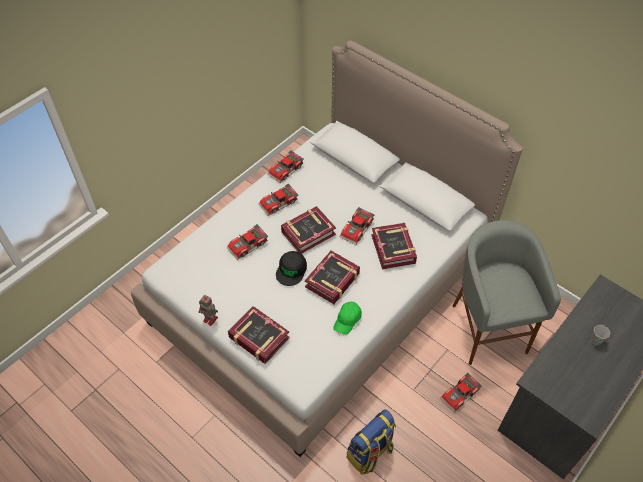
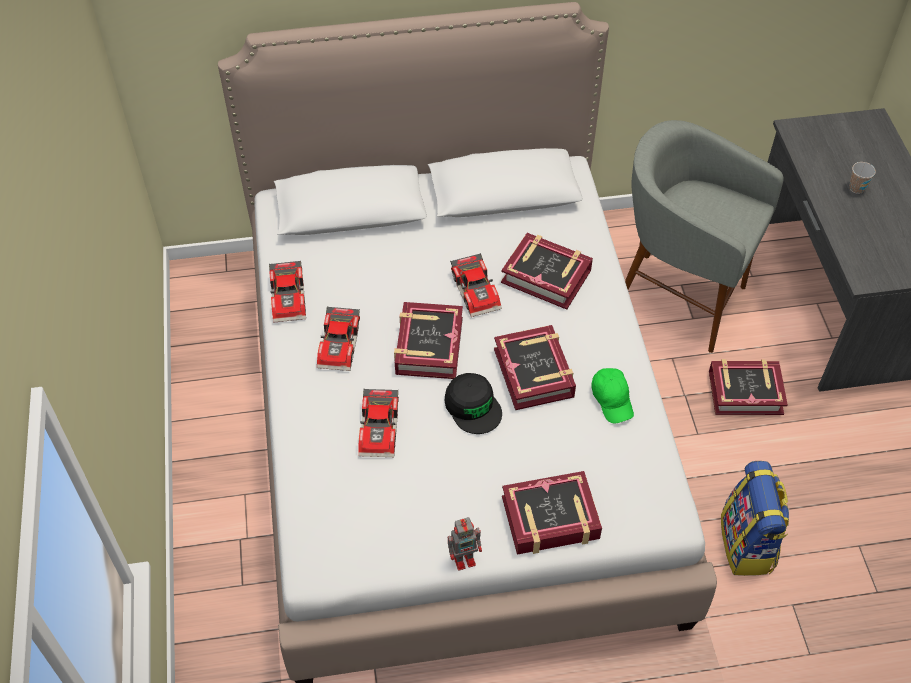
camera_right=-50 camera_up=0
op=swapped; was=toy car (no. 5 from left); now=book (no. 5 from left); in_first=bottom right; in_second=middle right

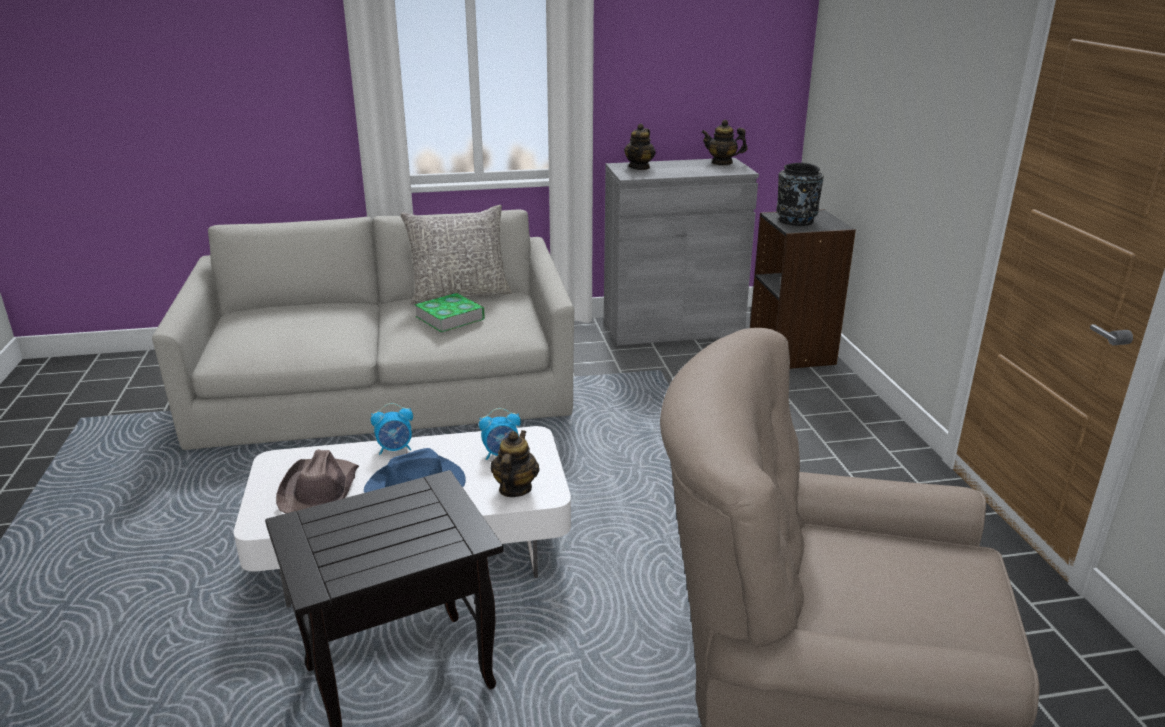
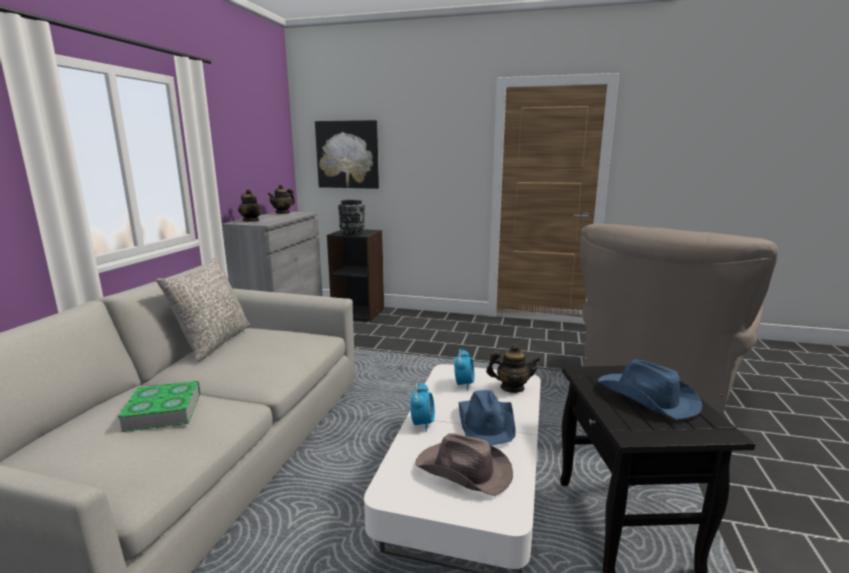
camera_right=-65 camera_up=-10
op=new; now=picture; in_second=top centre
op=new; now=hat/blue (no. 2 from left); in_second=bottom right
op=shifted; was=book; in_first=centre; in_second=bottom left
op=rotated; was=teapot (no. 1 from left in the first image); in_first=centre; in_second=centre; clockwise=150

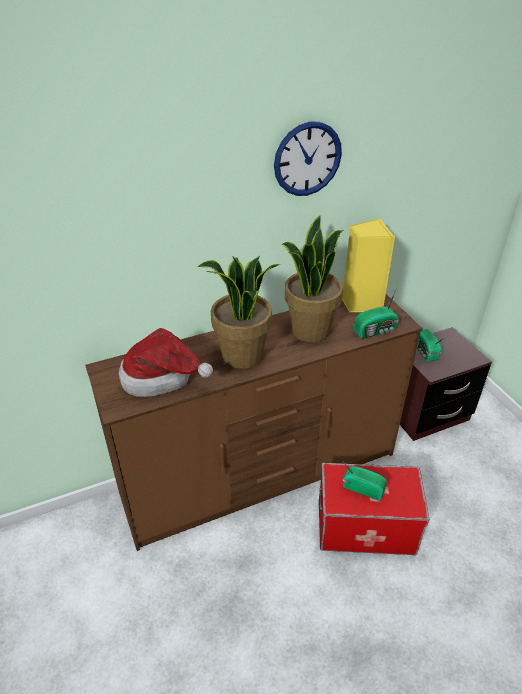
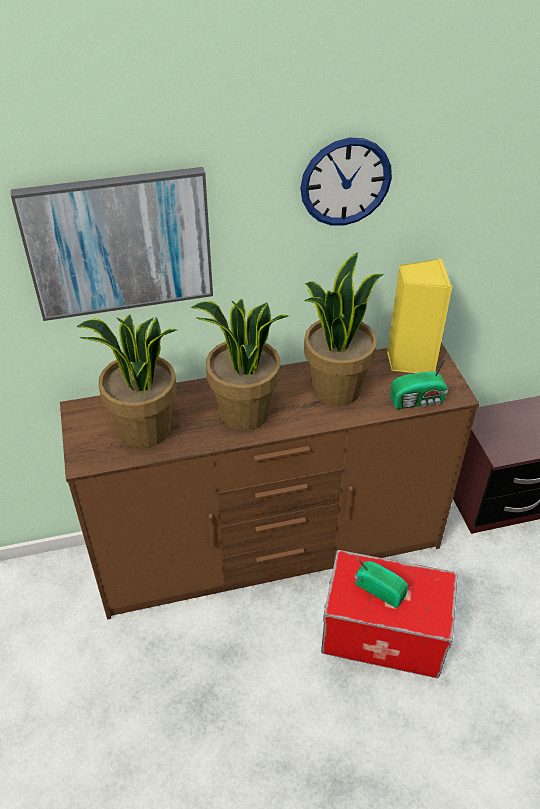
camera_right=10 camera_up=5
op=gone; was=radio (no. 3 from left); in_first=middle right
op=new; now=picture; in_second=top left
op=swapped; was=hat; now=potted plant (no. 1 from left); in_first=middle left; in_second=middle left

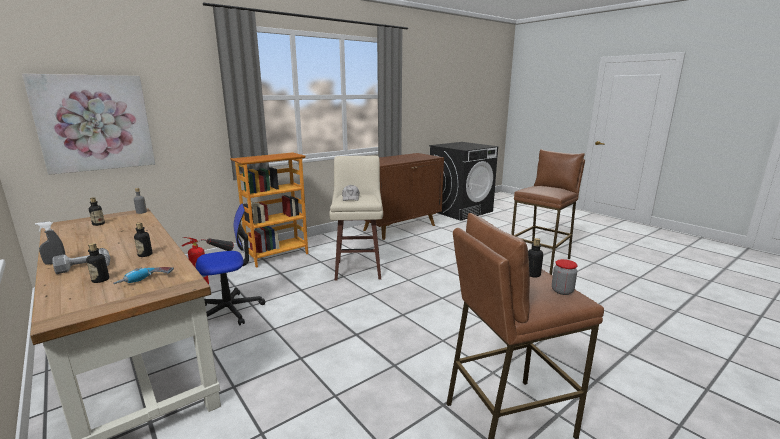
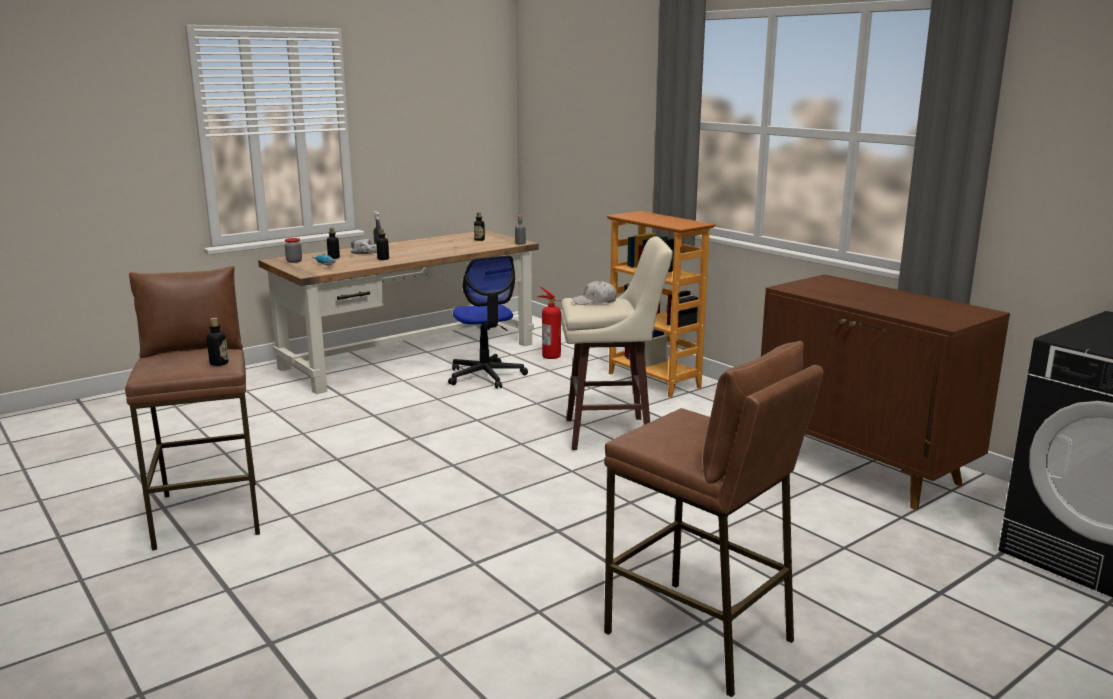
camera_right=90 camera_up=0
op=gone; was=picture; in_first=top left
op=shifted; was=jar; in_first=middle right; in_second=middle left

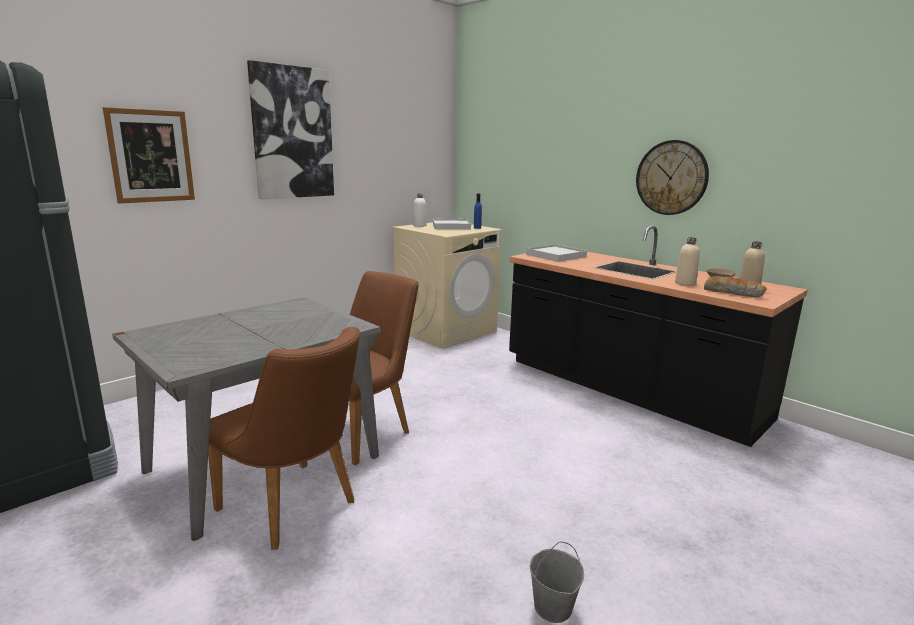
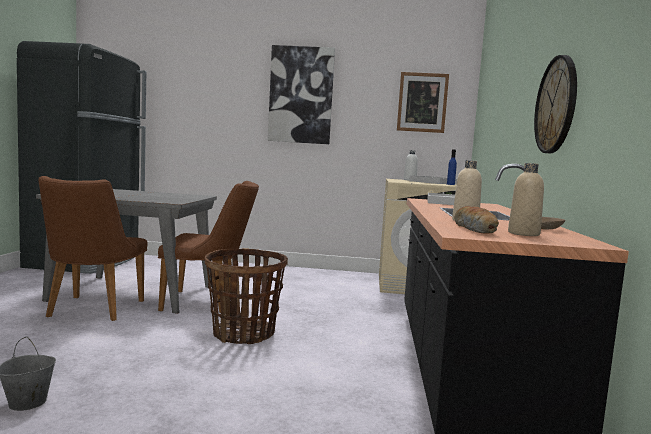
camera_right=50 camera_up=-10
op=new; now=basket; in_second=bottom centre
op=shifted; was=picture (no. 1 from left in the first image); now=picture (no. 2 from left); in_first=top left; in_second=top centre

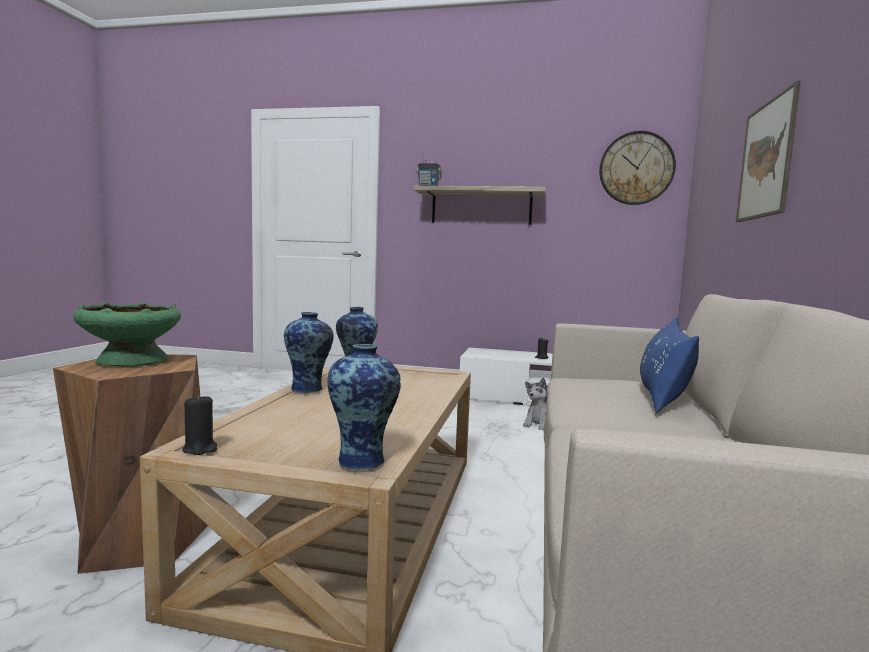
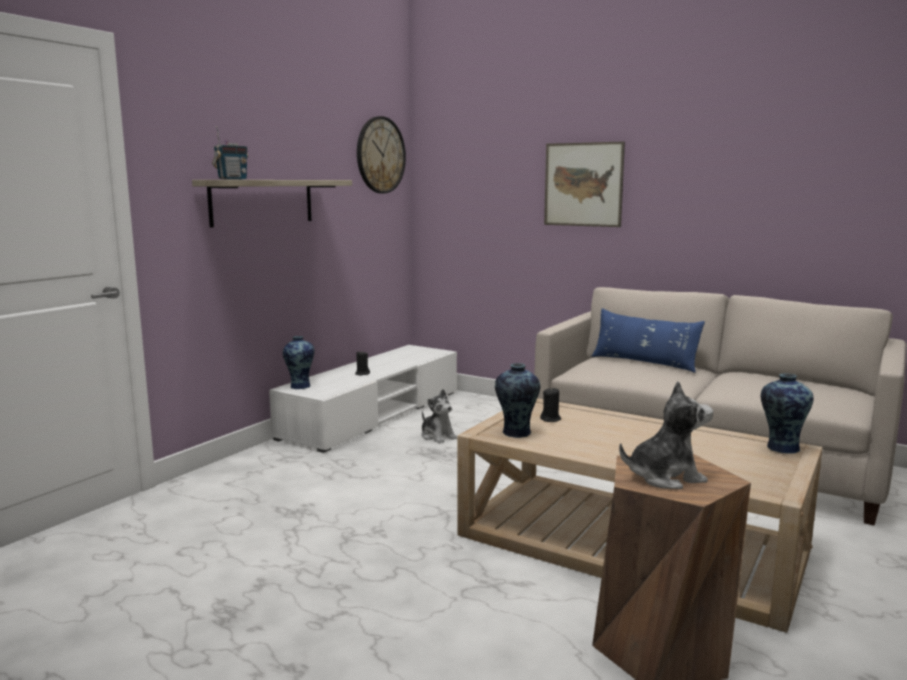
camera_right=-70 camera_up=5
op=shifted; was=candle/black (no. 1 from left in the first image); now=candle/black (no. 2 from left); in_first=middle left; in_second=centre
op=shifted; was=vase (no. 1 from left); in_first=centre; in_second=middle left
op=swapped; was=bowl/green; now=plush toy (no. 2 from left); in_first=middle left; in_second=middle right

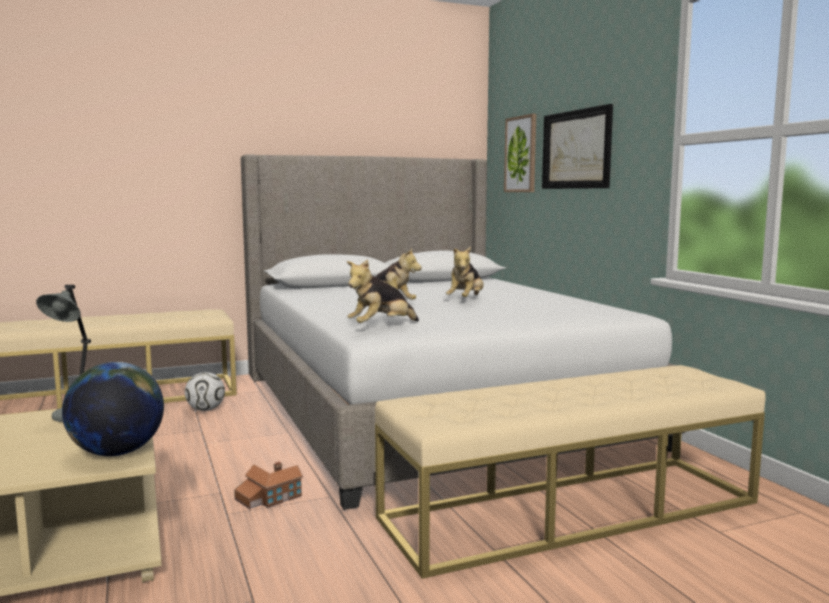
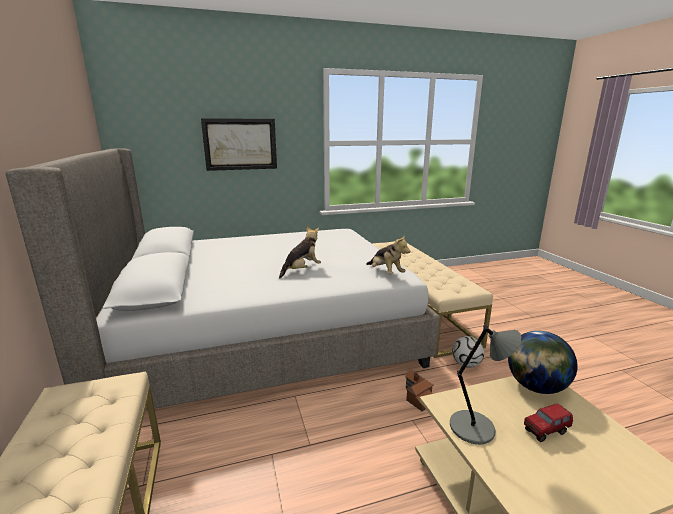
camera_right=-85 camera_up=10
op=gone; was=plush toy (no. 3 from left); in_first=centre
op=gone; was=picture (no. 1 from left); in_first=top centre
op=new; now=toy truck; in_second=bottom right
op=shifted; was=football; in_first=middle left; in_second=bottom right

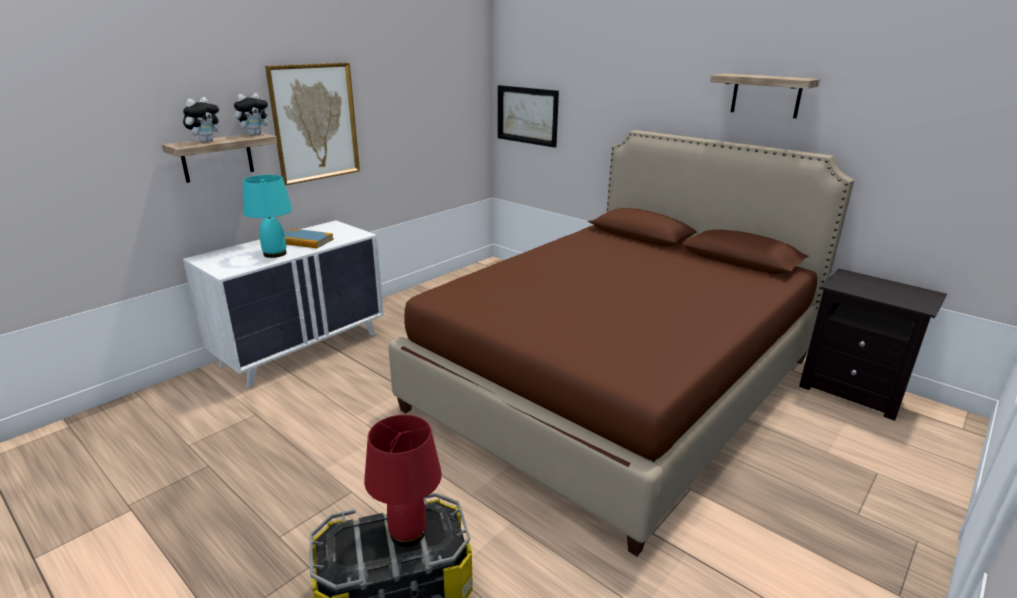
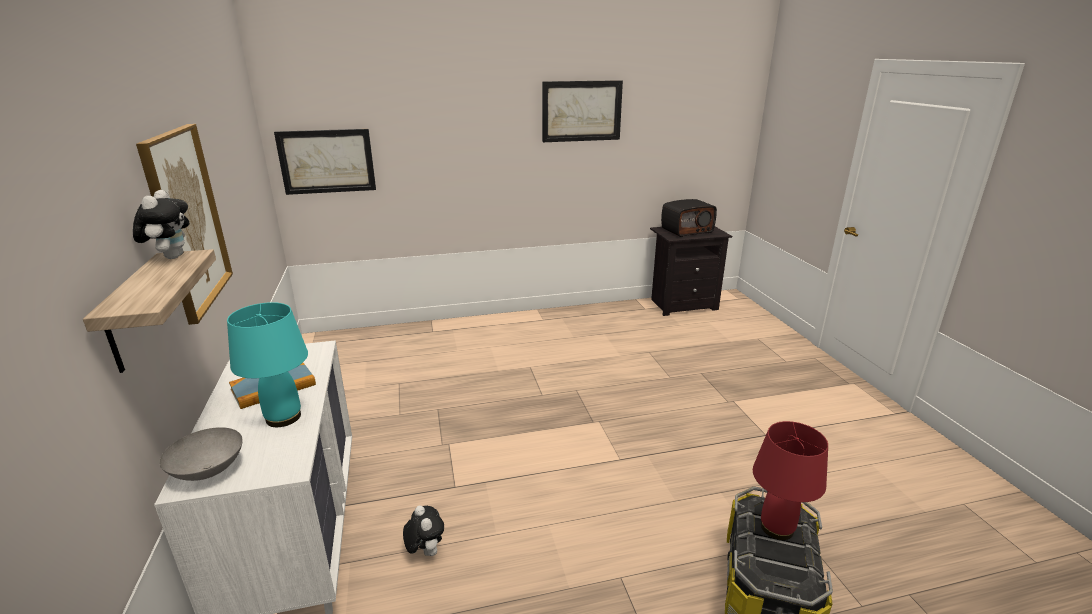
camera_right=-55 camera_up=0
op=gone; was=bed/brown; in_first=centre
op=new; now=bowl/grey; in_second=bottom left
op=new; now=radio; in_second=centre
op=shifted; was=plush toy (no. 1 from left in the first image); now=plush toy (no. 2 from left); in_first=top left; in_second=bottom centre
op=swapped; was=shelf (no. 2 from left); now=picture (no. 3 from left); in_first=top right; in_second=top centre

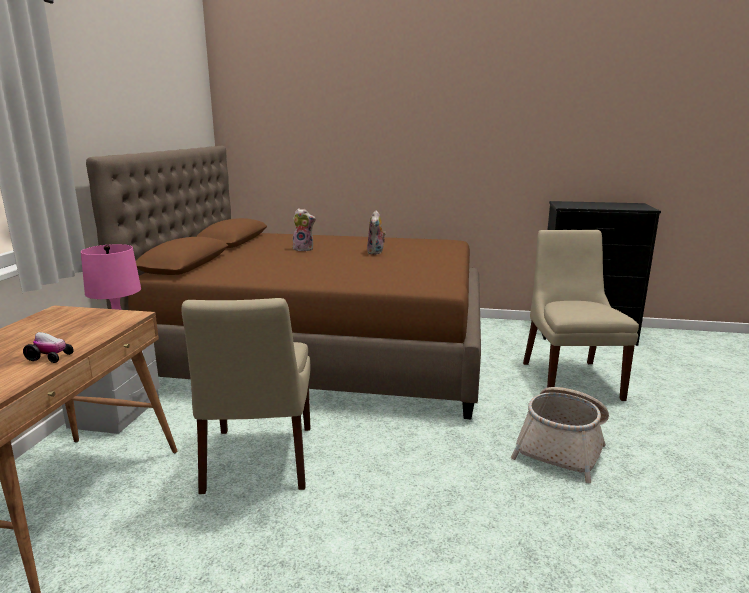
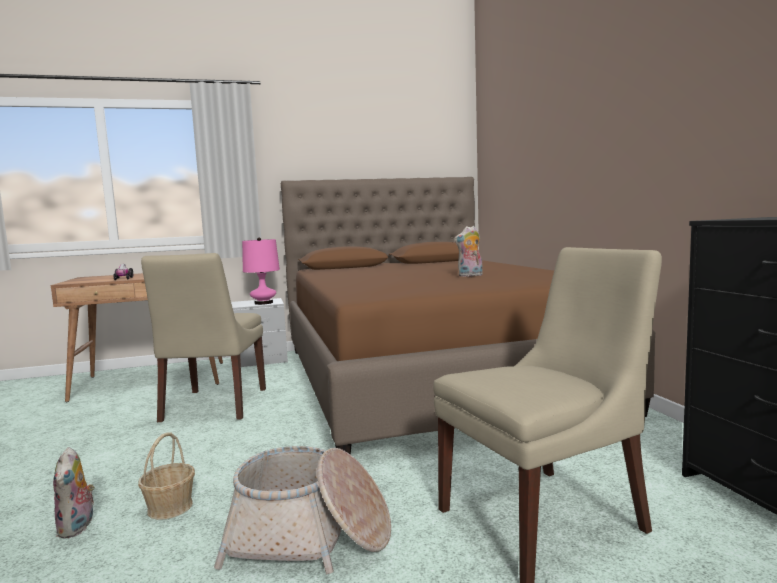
camera_right=65 camera_up=-10
op=new; now=basket (no. 1 from left); in_second=bottom left
op=shifted; was=plush toy (no. 1 from left); in_first=centre; in_second=bottom left
op=rotated; was=chair/beige (no. 1 from left); in_first=bottom left; in_second=middle left; clockwise=-60

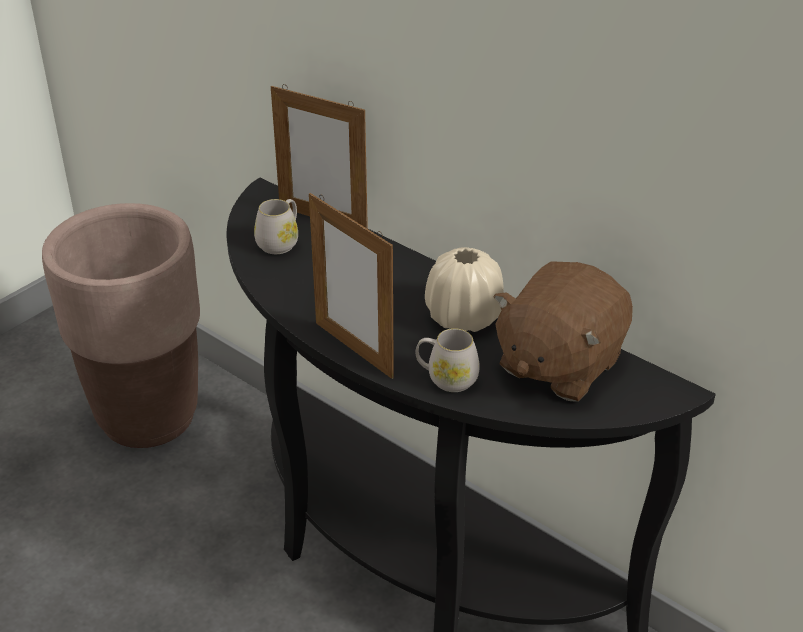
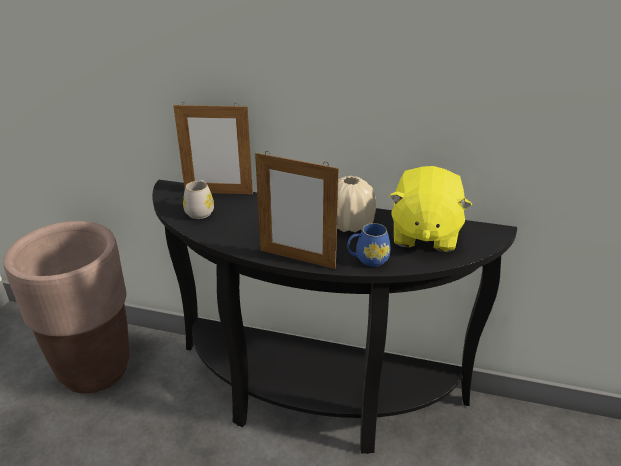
camera_right=-25 camera_up=-5
op=repainted; was=mug/white (no. 2 from left); now=mug/blue; in_first=centre; in_second=centre
op=repainted; was=plush toy/brown; now=plush toy/yellow; in_first=middle right; in_second=middle right

